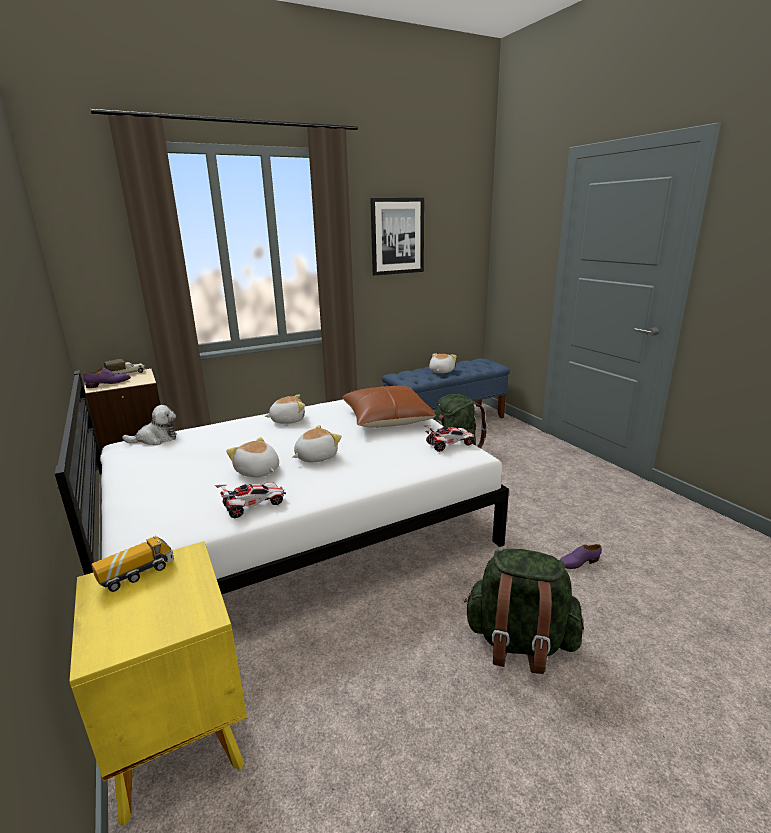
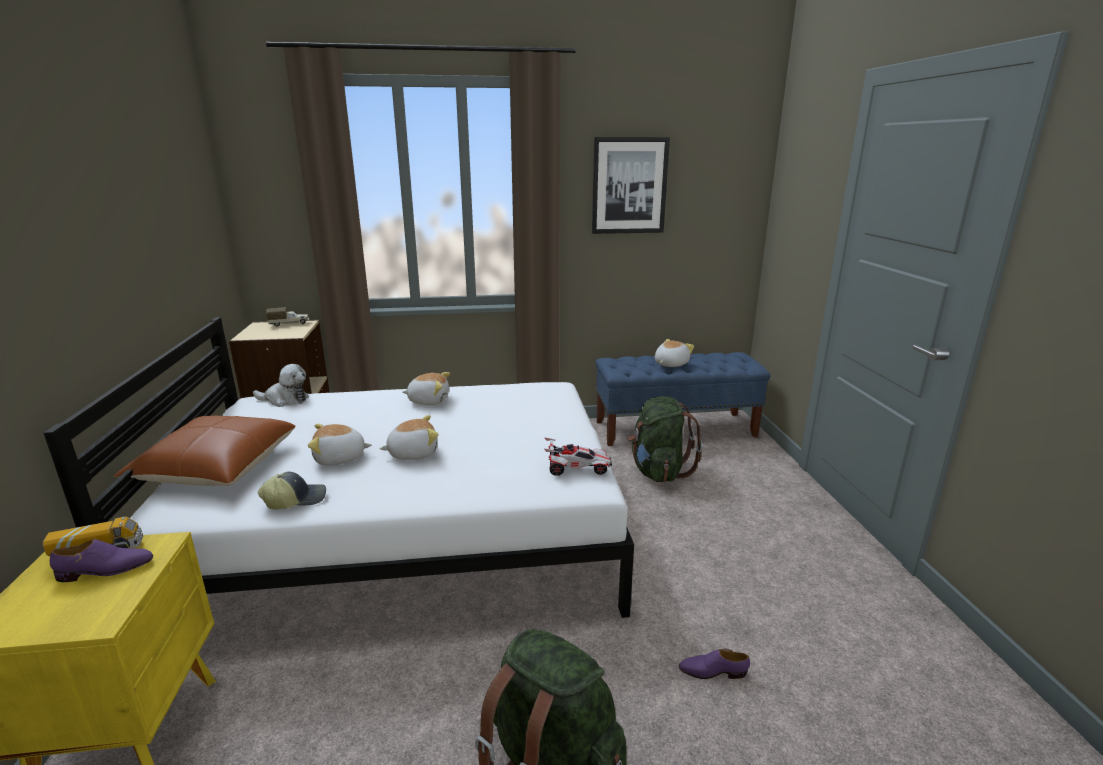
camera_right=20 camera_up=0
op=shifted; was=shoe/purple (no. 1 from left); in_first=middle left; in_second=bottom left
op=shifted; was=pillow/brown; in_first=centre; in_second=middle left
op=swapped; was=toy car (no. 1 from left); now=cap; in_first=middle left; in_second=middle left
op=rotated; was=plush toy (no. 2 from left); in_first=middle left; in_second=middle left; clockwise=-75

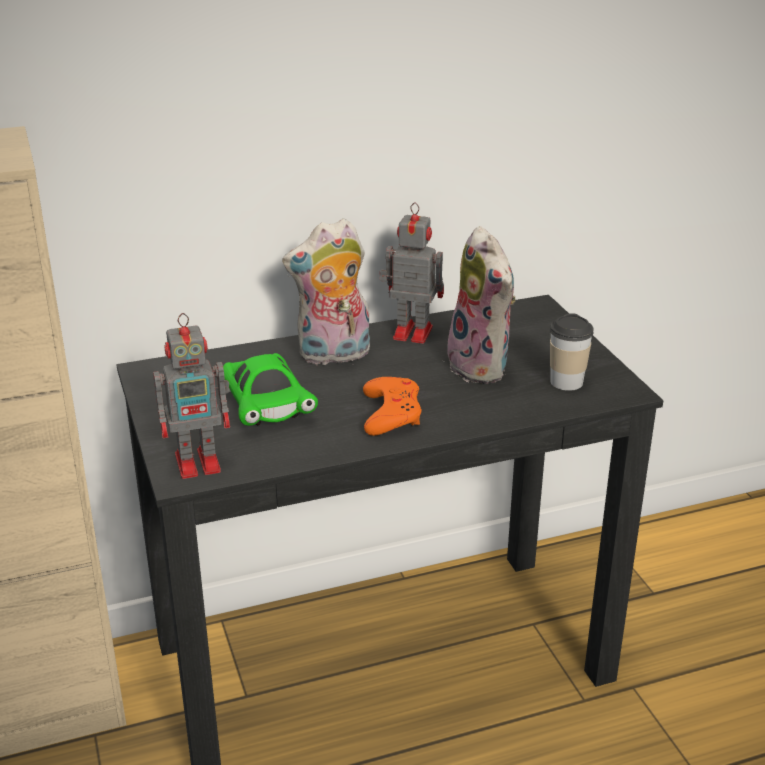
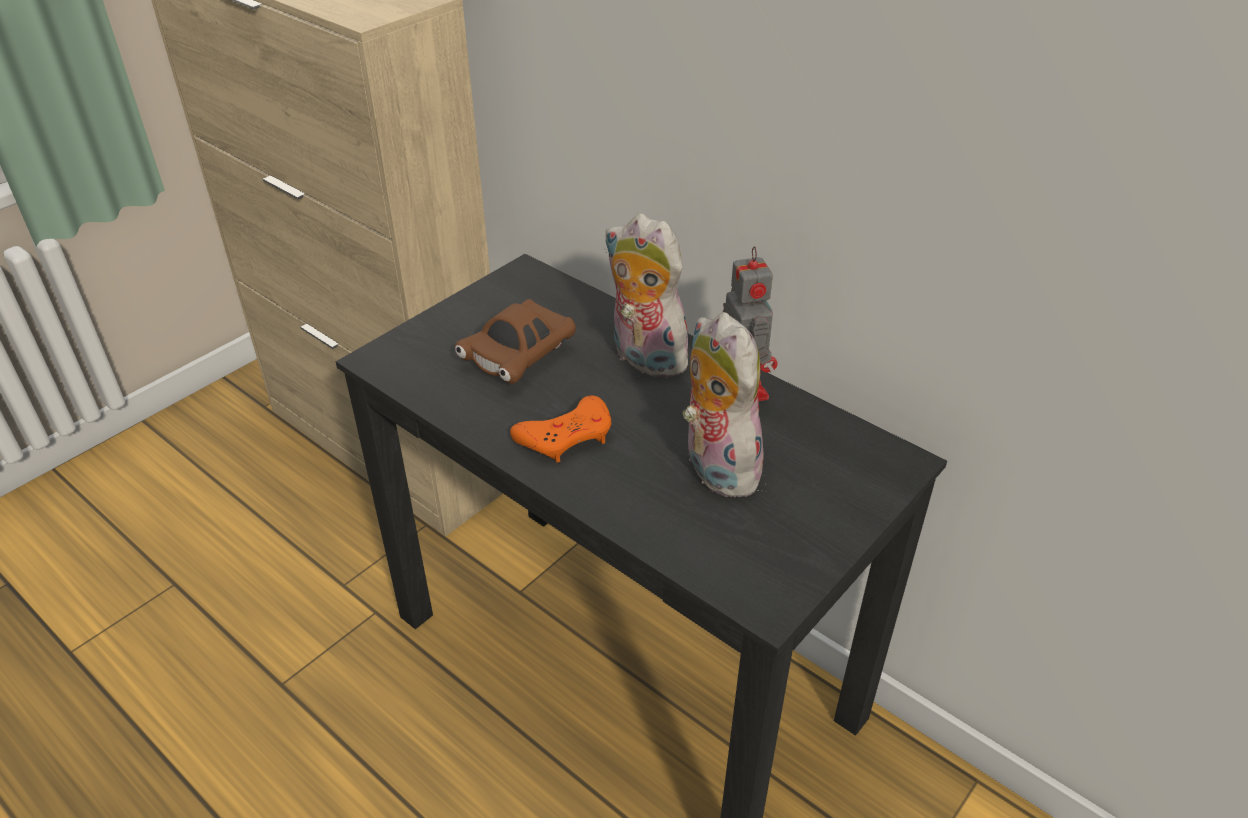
camera_right=60 camera_up=10
op=gone; was=toy robot (no. 1 from left); in_first=middle left
op=gone; was=cup; in_first=middle right
op=repainted; was=toy car/green; now=toy car/brown; in_first=centre; in_second=centre
op=rotated; was=plush toy (no. 2 from left); in_first=centre; in_second=centre; clockwise=120

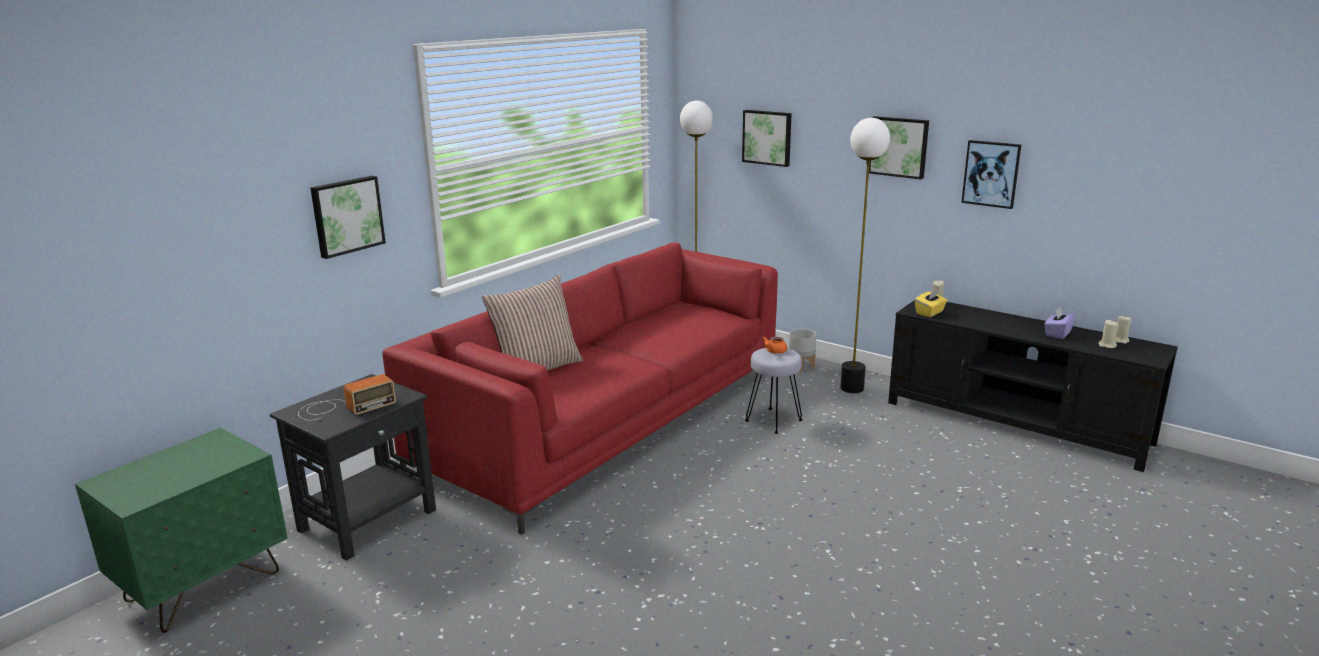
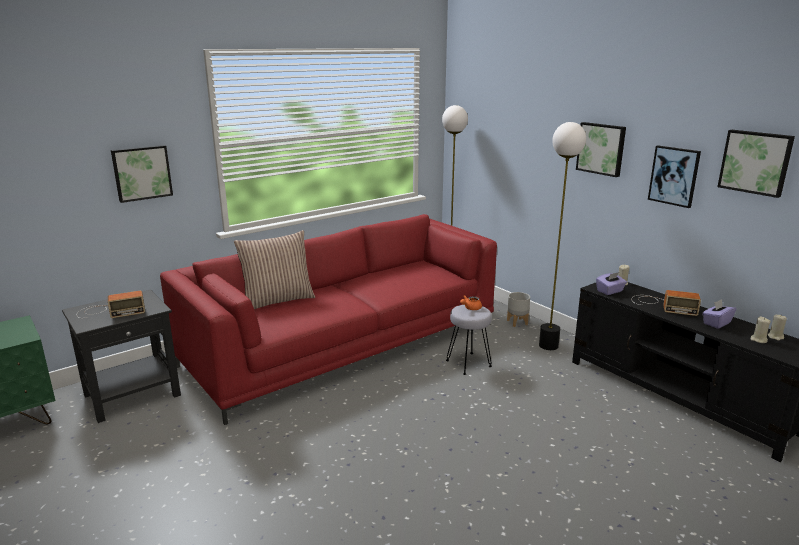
camera_right=15 camera_up=0
op=new; now=radio (no. 2 from left); in_second=middle right
op=shifted; was=picture (no. 2 from left in the first image); now=picture (no. 4 from left); in_first=top centre; in_second=top right
op=repainted; was=tissue box/yellow; now=tissue box/purple (no. 1 from left); in_first=middle right; in_second=middle right

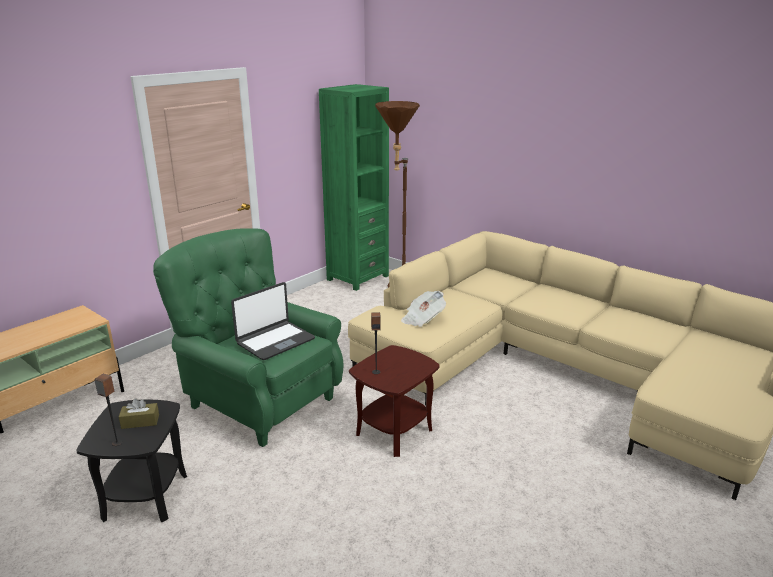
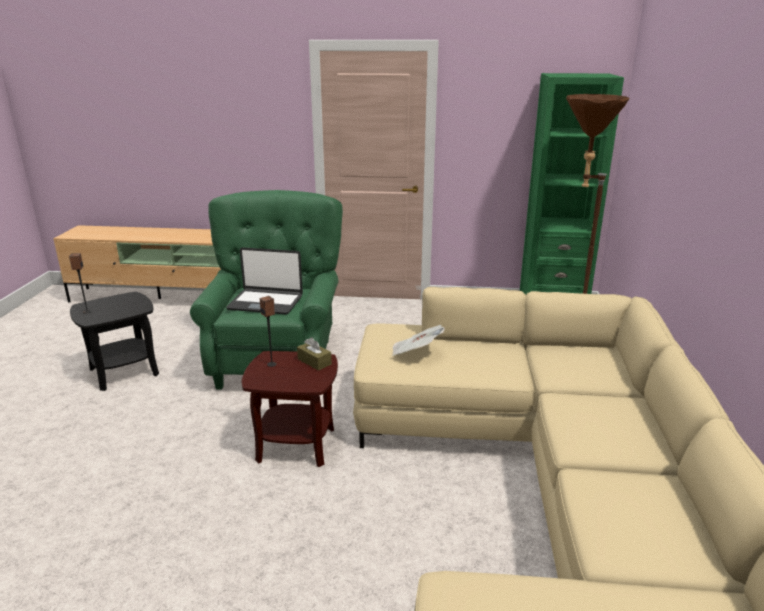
camera_right=55 camera_up=0
op=shifted; was=tissue box/brown; in_first=bottom left; in_second=centre

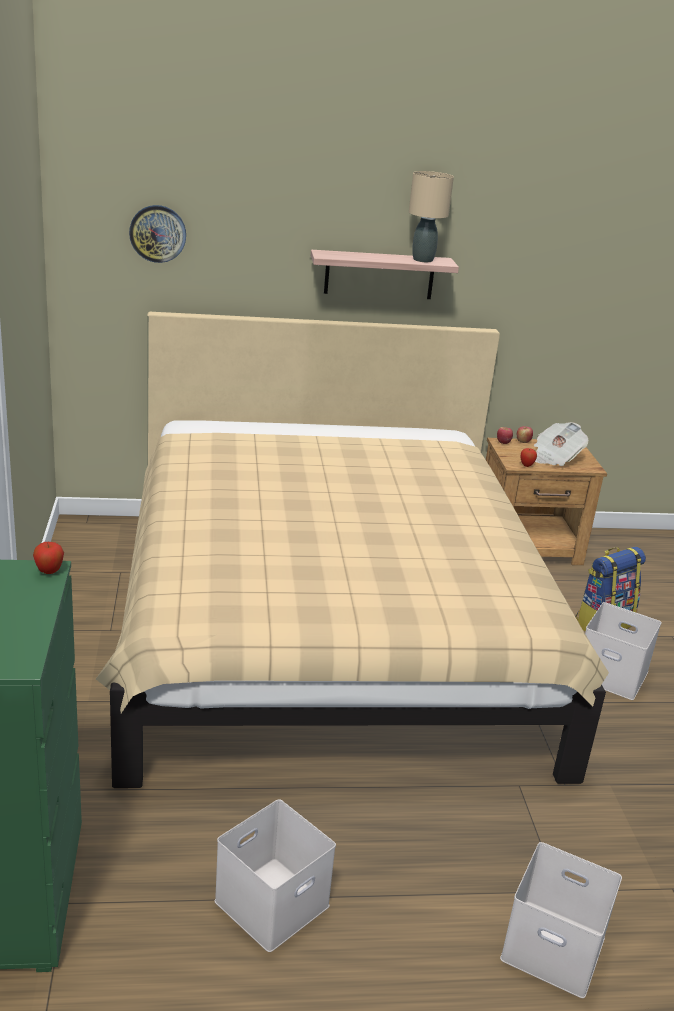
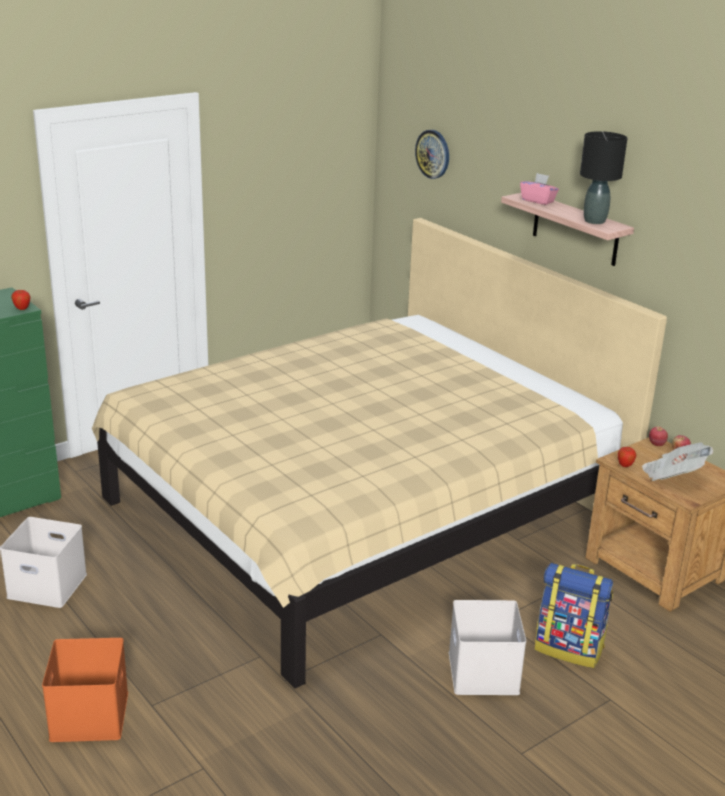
camera_right=60 camera_up=0
op=new; now=tissue box/pink; in_second=top right
op=repainted; was=table lamp/beige; now=table lamp/black; in_first=top centre; in_second=top right
op=repainted; was=storage box/white (no. 2 from left); now=storage box/orange; in_first=bottom right; in_second=bottom left

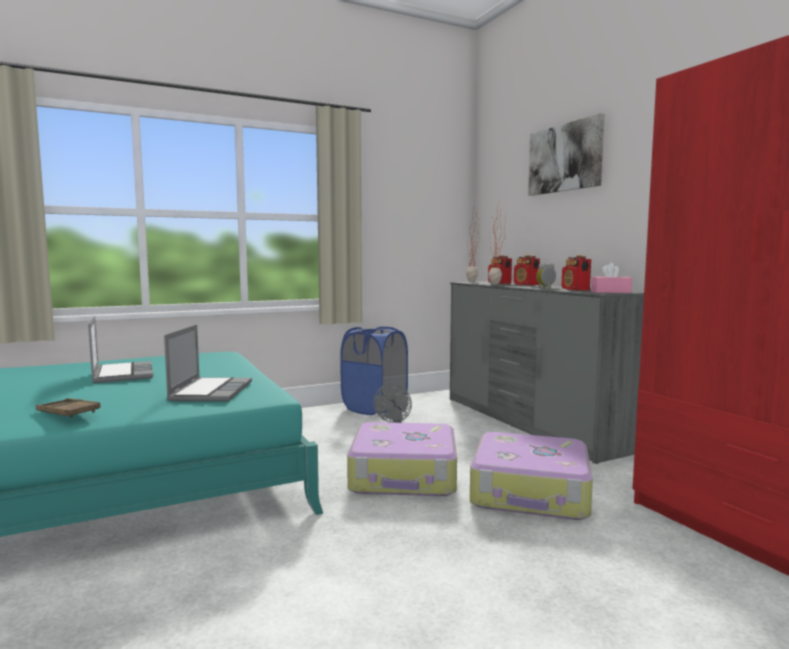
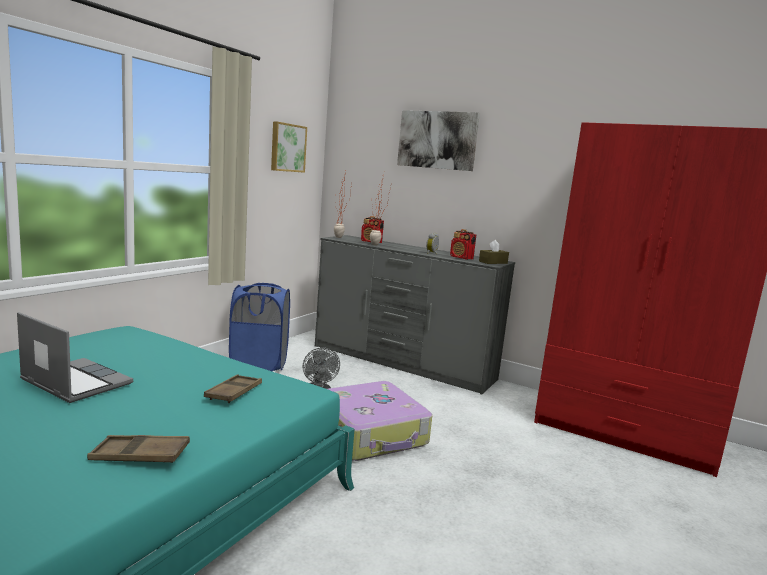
camera_right=-35 camera_up=5
op=gone; was=suitcase (no. 2 from left); in_first=bottom right
op=gone; was=radio (no. 2 from left); in_first=middle right
op=new; now=picture (no. 1 from left); in_second=top centre
op=swapped; was=laptop (no. 2 from left); now=tray/brown (no. 2 from left); in_first=middle left; in_second=bottom left
op=repainted; was=tissue box/pink; now=tissue box/brown; in_first=middle right; in_second=centre

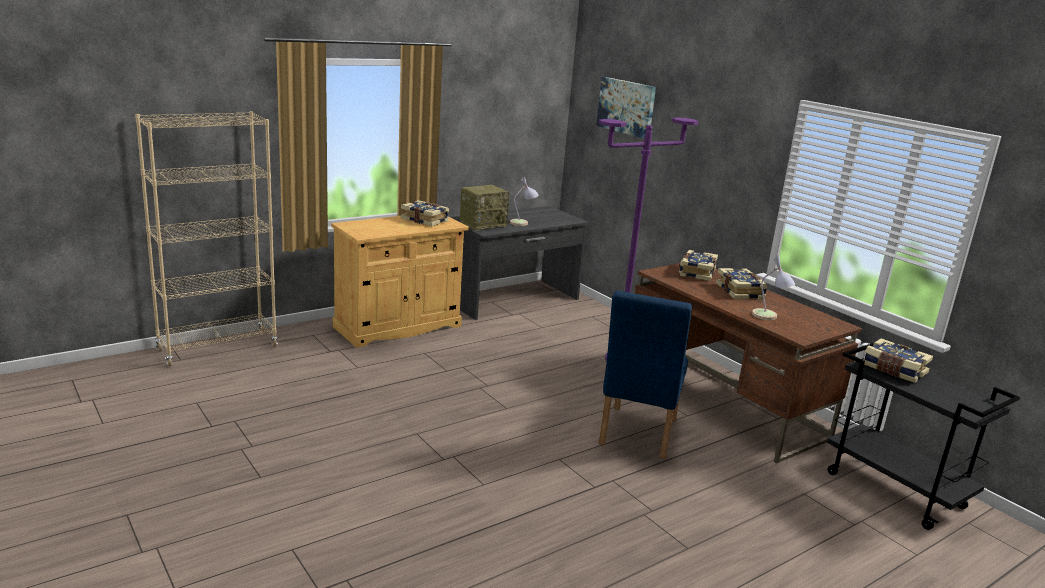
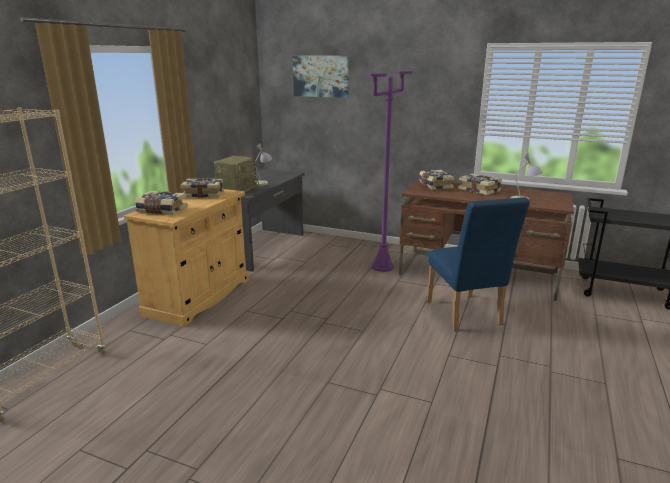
camera_right=-30 camera_up=0
op=shifted; was=book (no. 4 from left in the first image); now=book (no. 1 from left); in_first=middle right; in_second=middle left

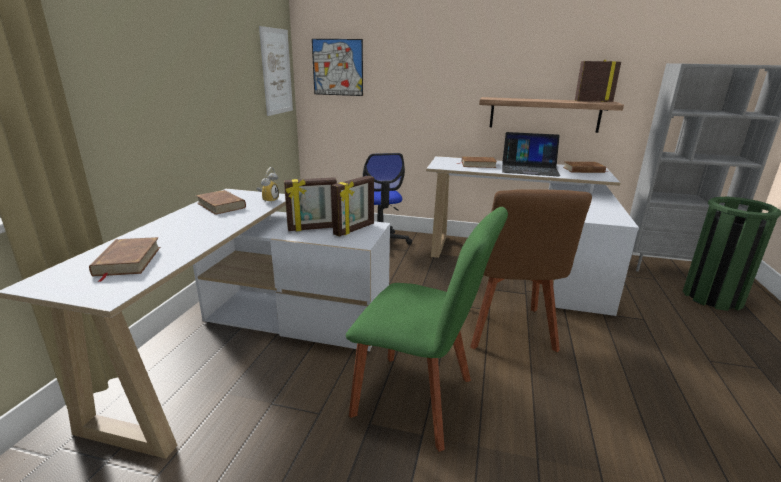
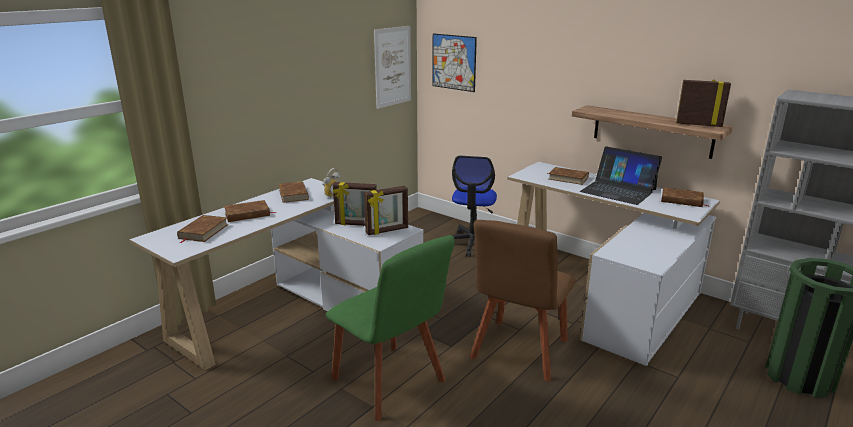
camera_right=25 camera_up=0
op=new; now=book/brown (no. 2 from left); in_second=middle left

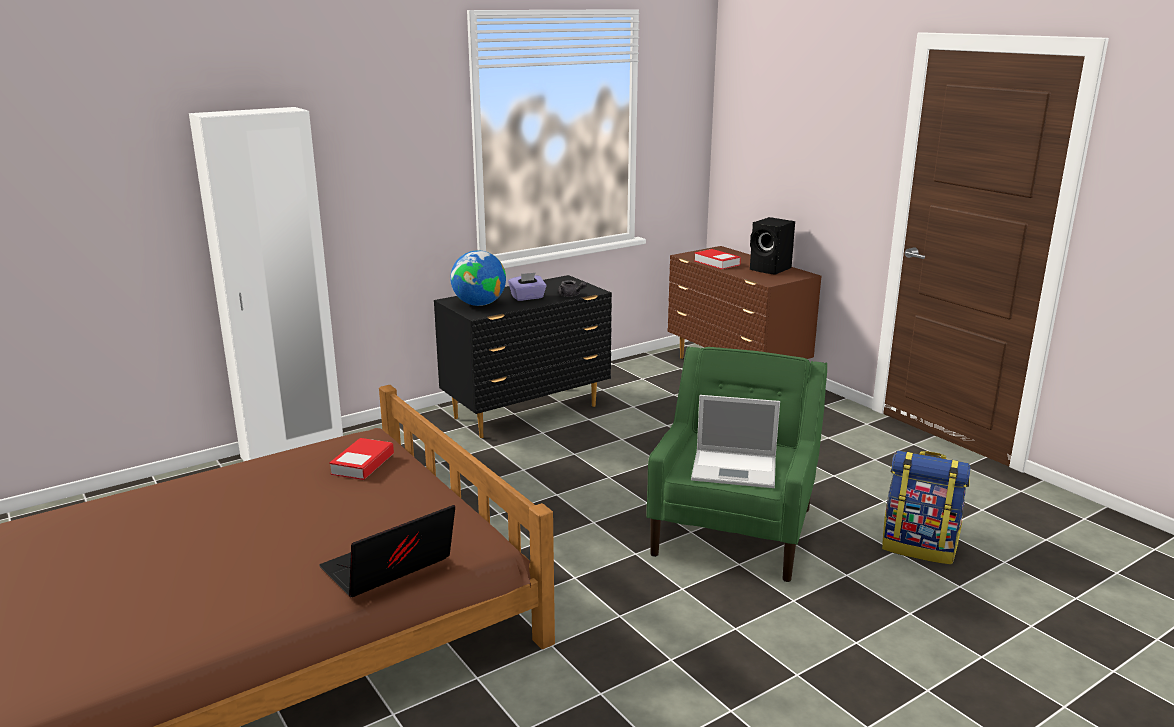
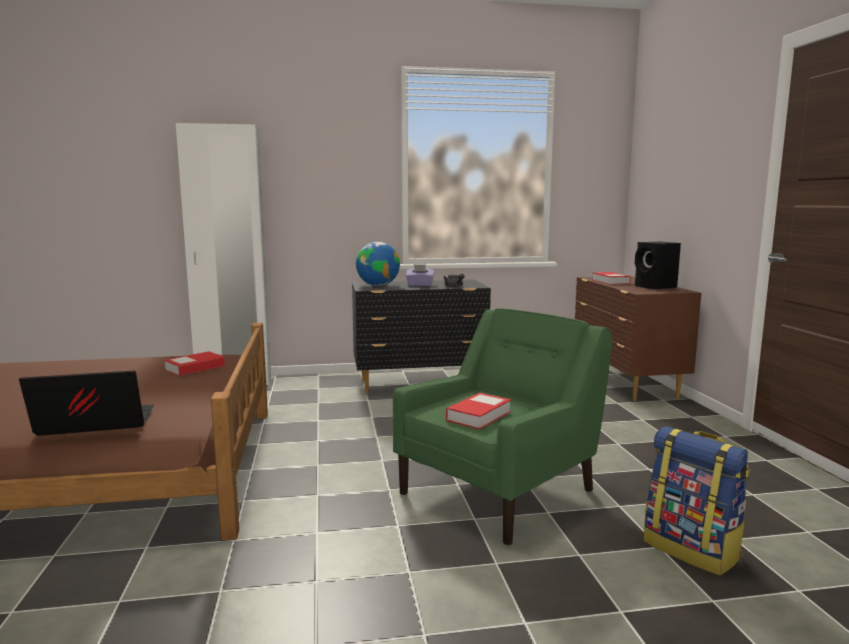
camera_right=25 camera_up=-10
op=swapped; was=laptop (no. 2 from left); now=book (no. 2 from left); in_first=centre; in_second=centre

